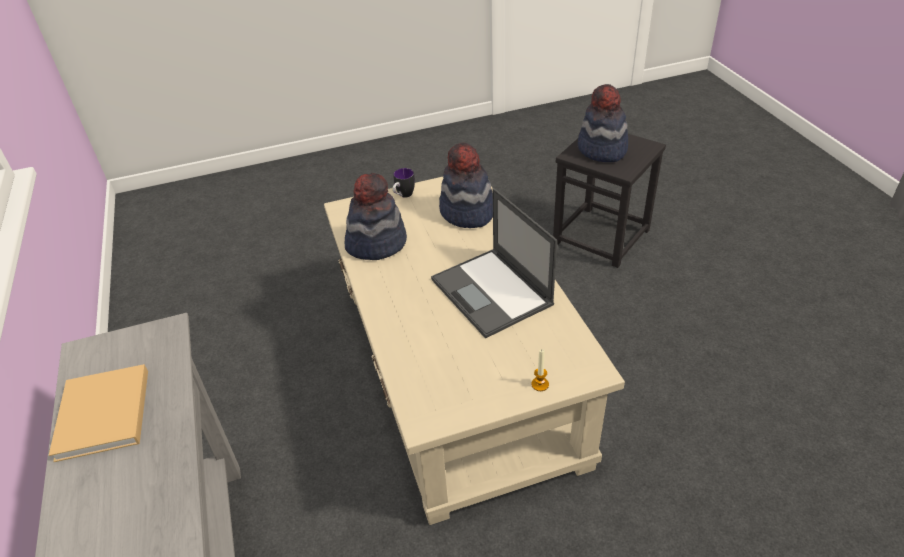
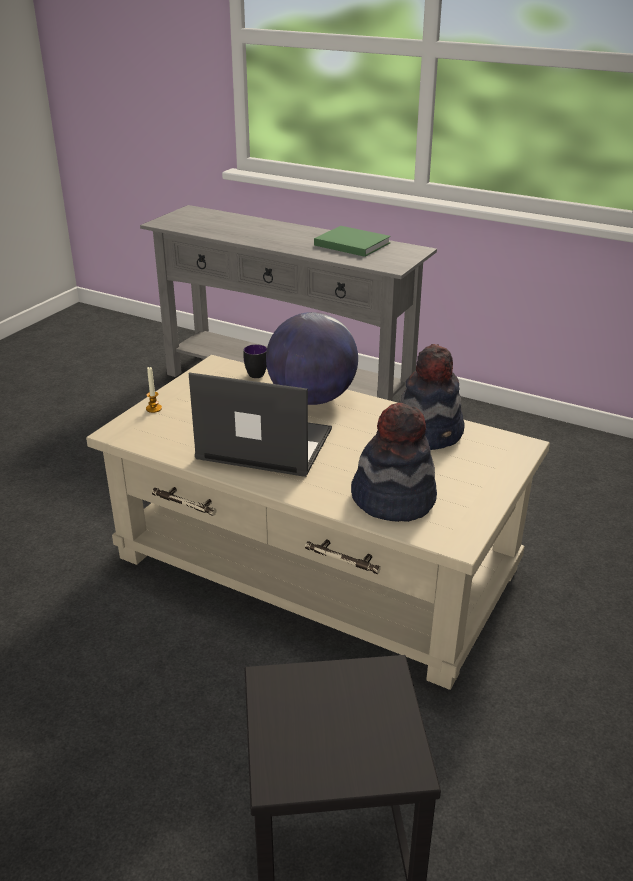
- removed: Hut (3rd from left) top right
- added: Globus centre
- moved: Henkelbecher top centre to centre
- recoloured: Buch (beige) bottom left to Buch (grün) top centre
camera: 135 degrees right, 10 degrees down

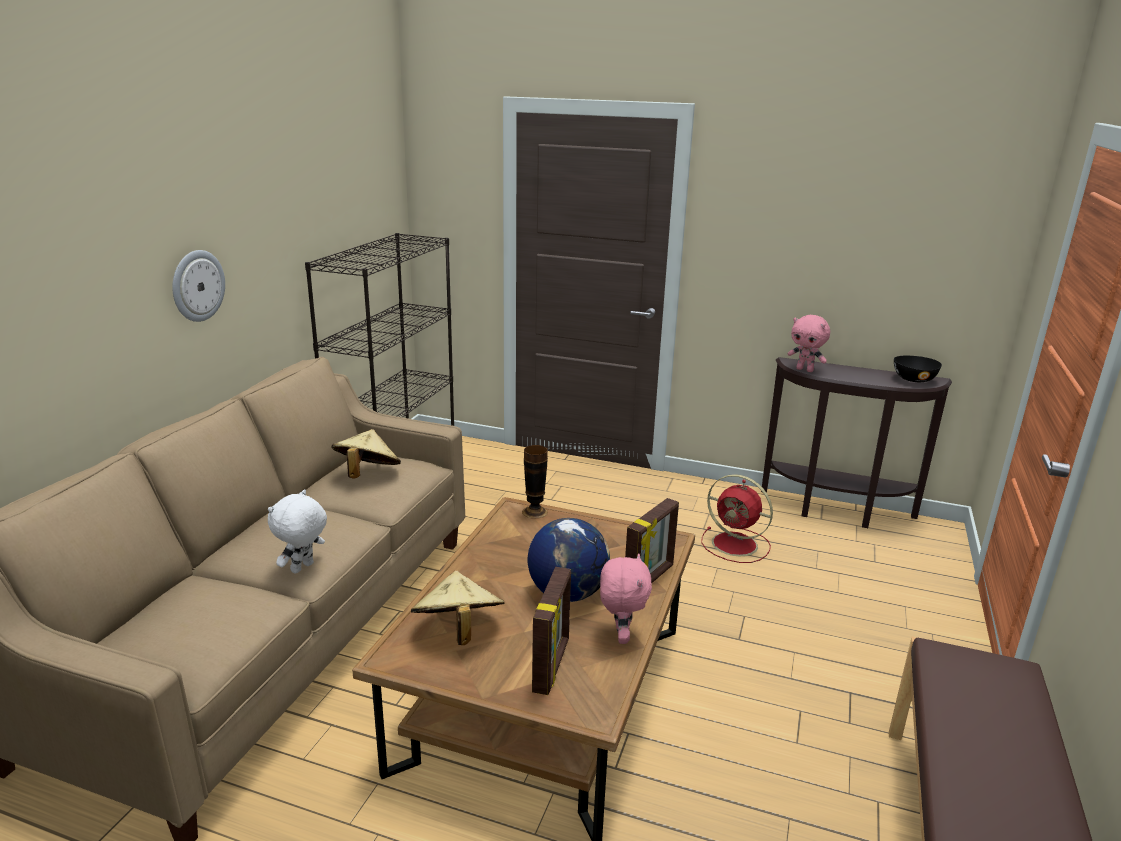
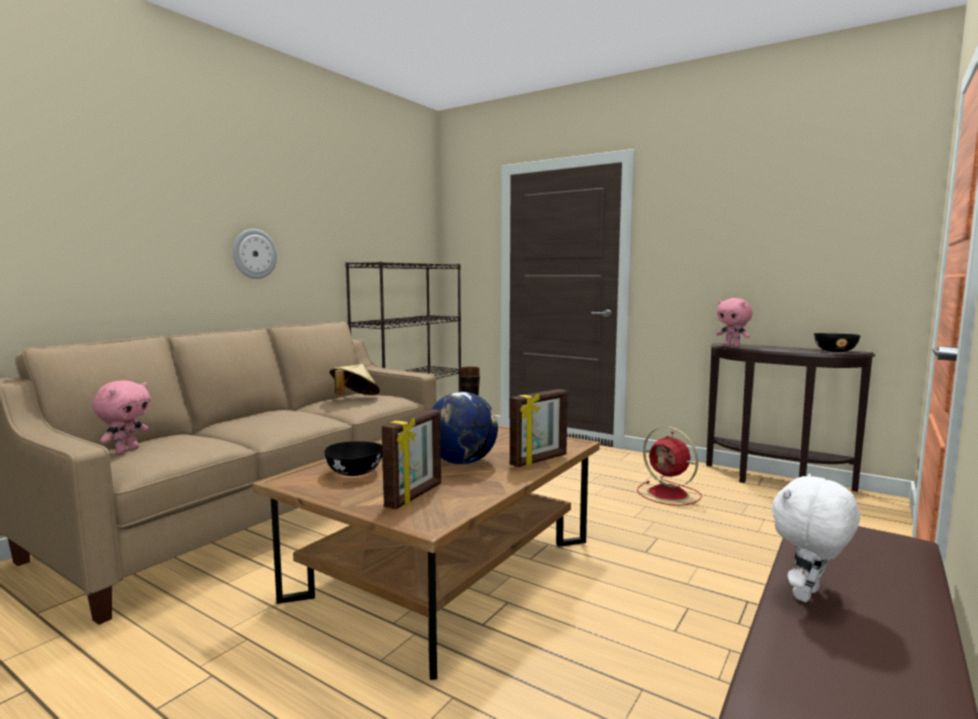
- moved: Plüschtier (weiß) middle left to bottom right
- moved: Plüschtier (rosa) (1st from left) bottom centre to middle left
- replaced: Hut (beige) (2nd from left) bottom centre to Schüssel (schwarz) (1st from left) centre
camera: 15 degrees right, 15 degrees down

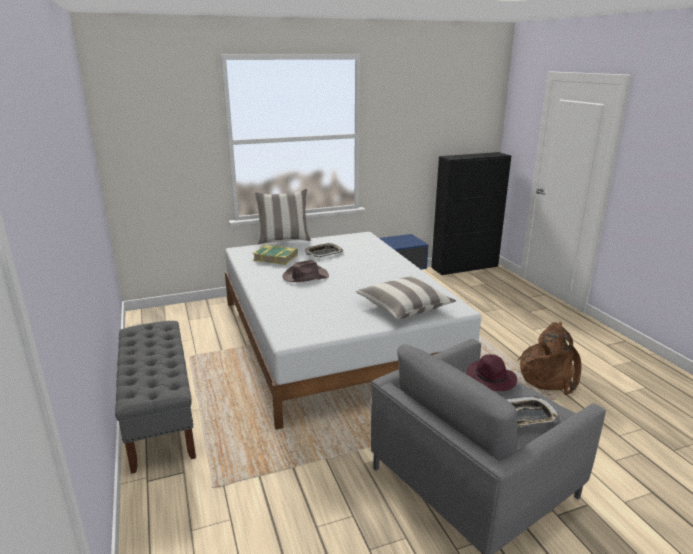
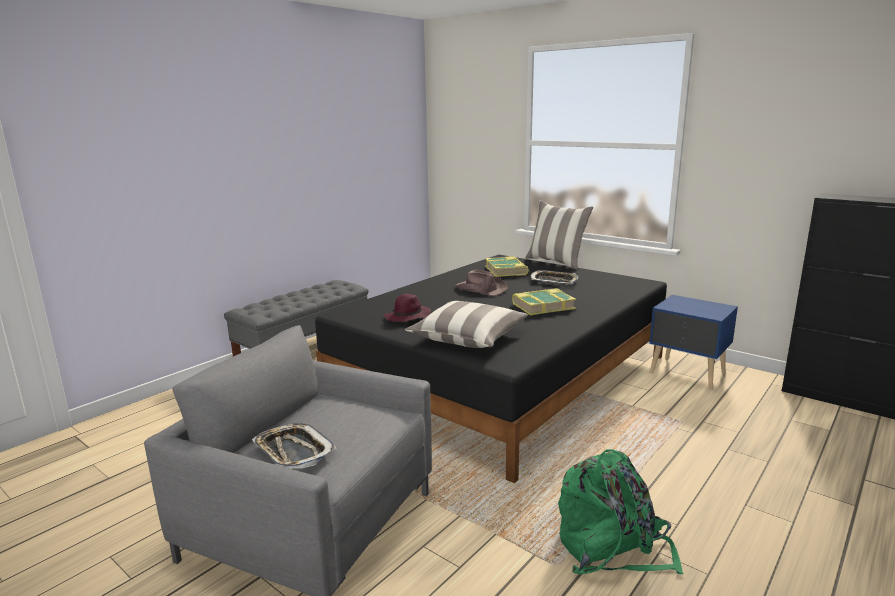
- added: Buch (2nd from left) centre
- moved: Hut (lila) bottom right to centre
- recoloured: Bett (weiß) centre to Bett (schwarz) centre
- recoloured: Rucksack (braun) middle right to Rucksack (grün) bottom right
camera: 60 degrees right, 5 degrees down

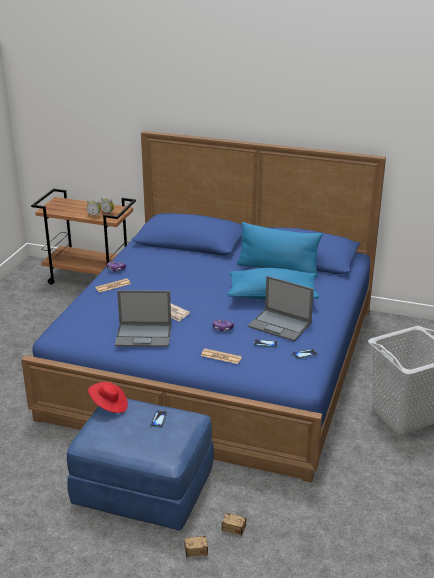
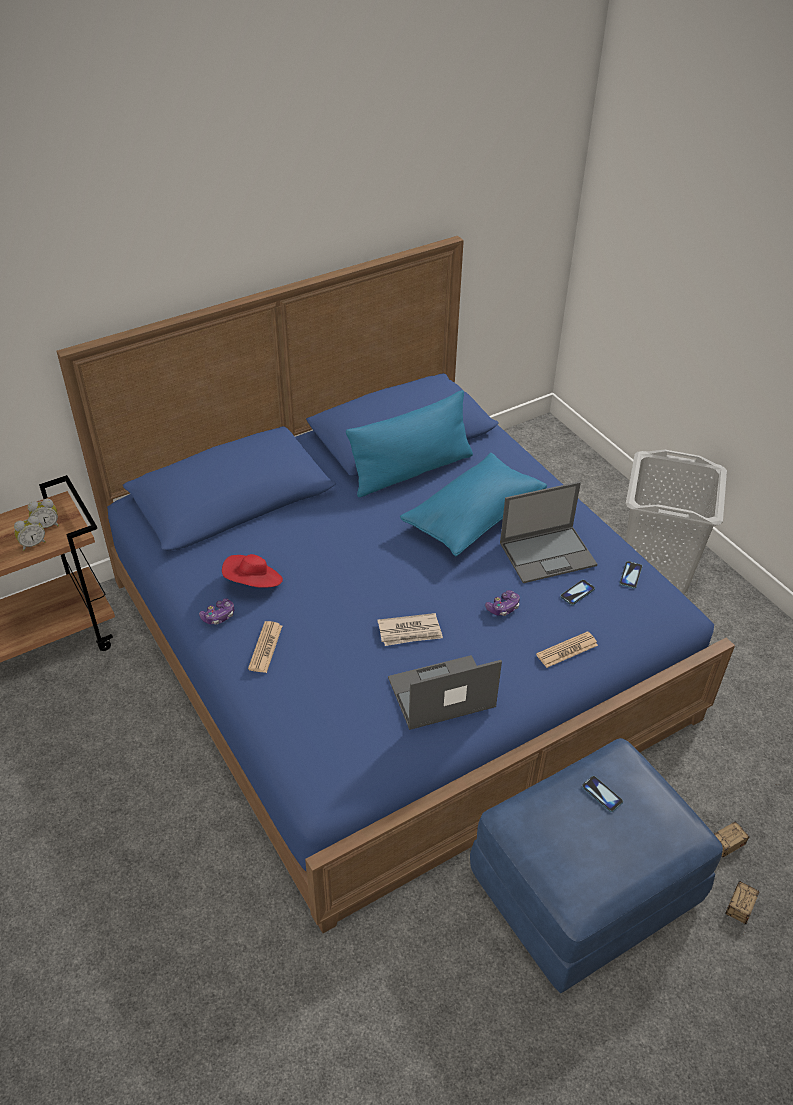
- moved: Hut (rot) bottom left to middle left
- turned: Laptop (1st from left) middle left = centre 150 degrees counterclockwise
camera: 50 degrees left, 15 degrees up

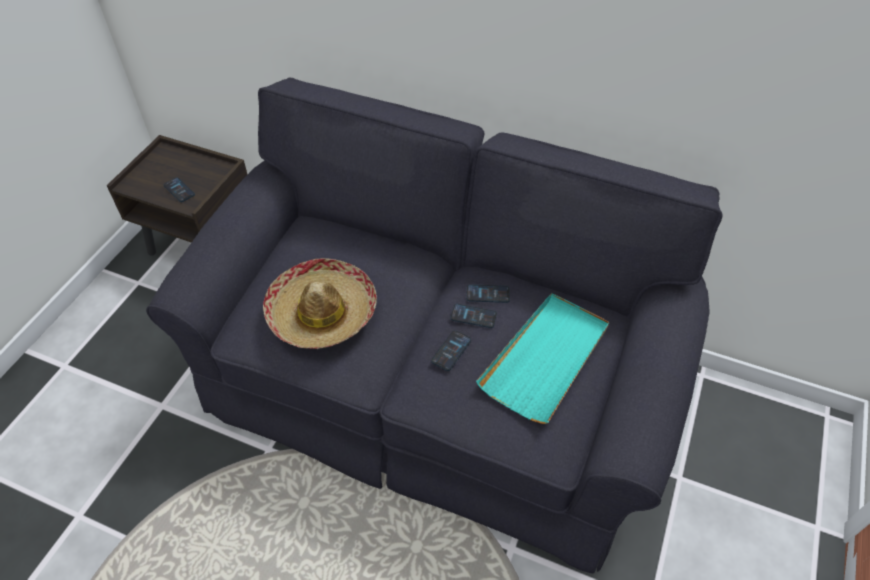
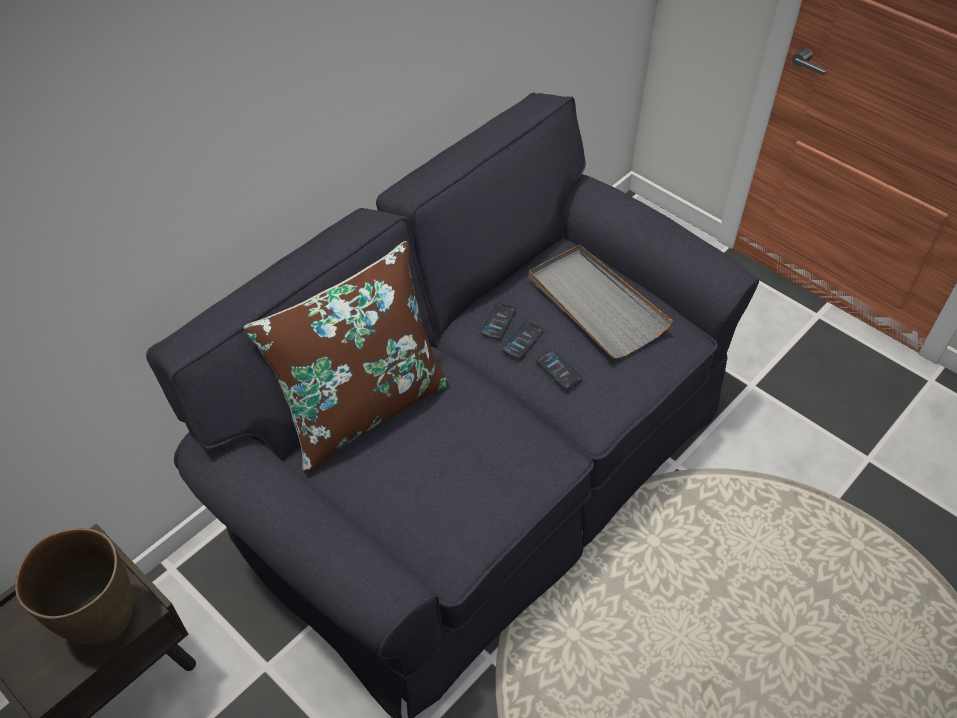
- removed: Hut centre
- added: Kissen (braun) centre
- replaced: Handy (1st from left) top left to Vase (braun) bottom left
- recoloured: Tablett (türkis) centre to Tablett (grau) centre
camera: 70 degrees left, 0 degrees up

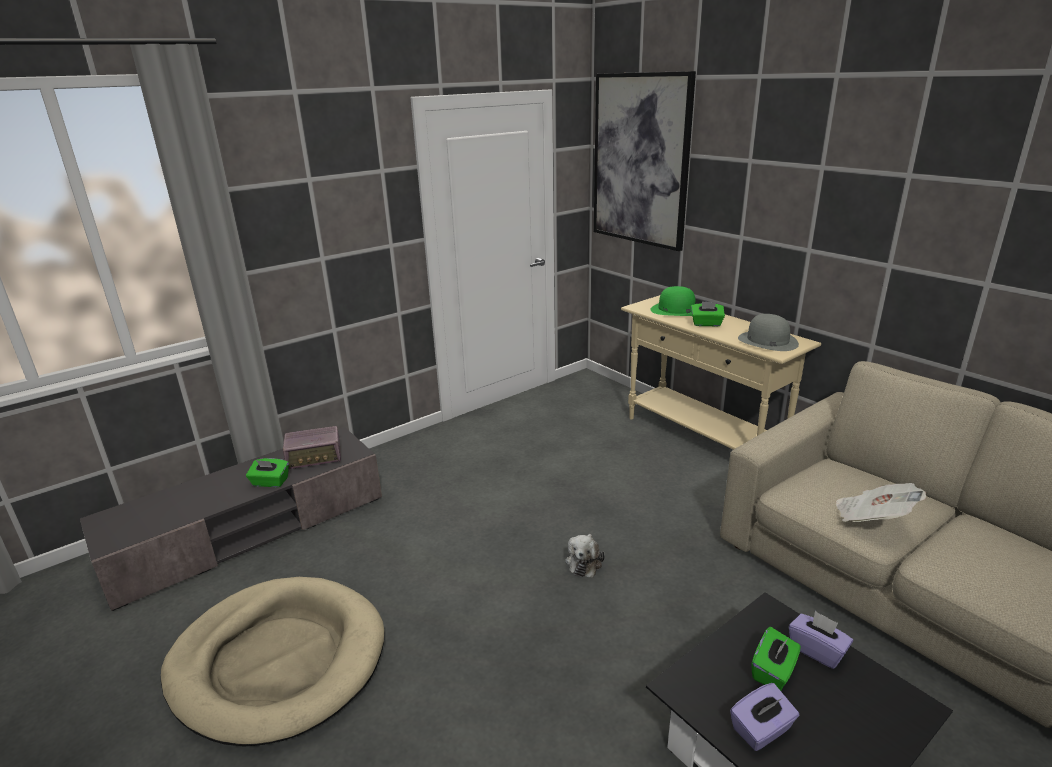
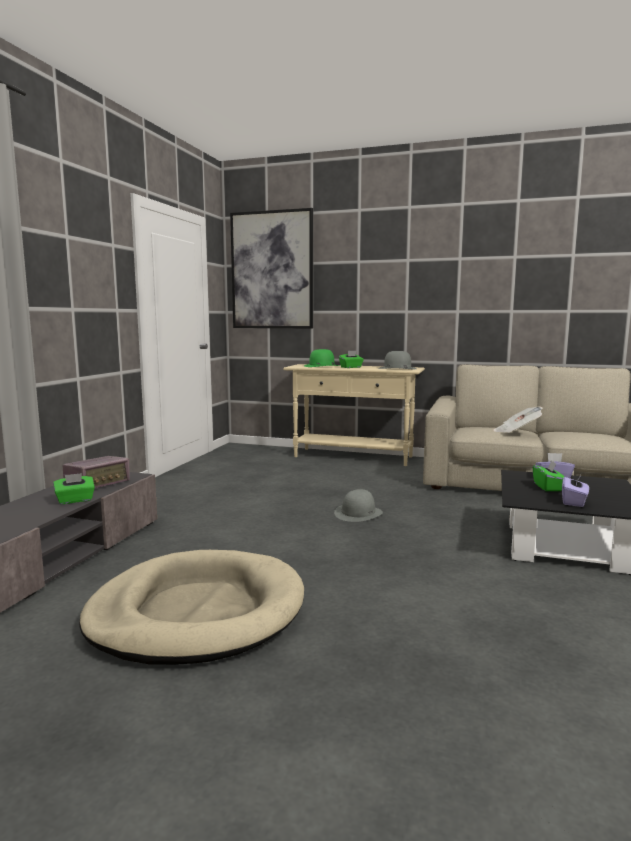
- replaced: Plüschtier bottom centre to Hut (grau) (1st from left) centre
camera: 35 degrees left, 15 degrees down

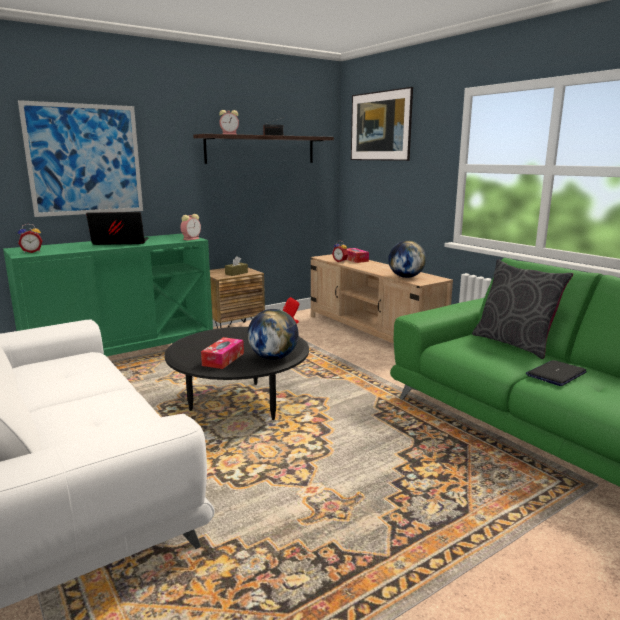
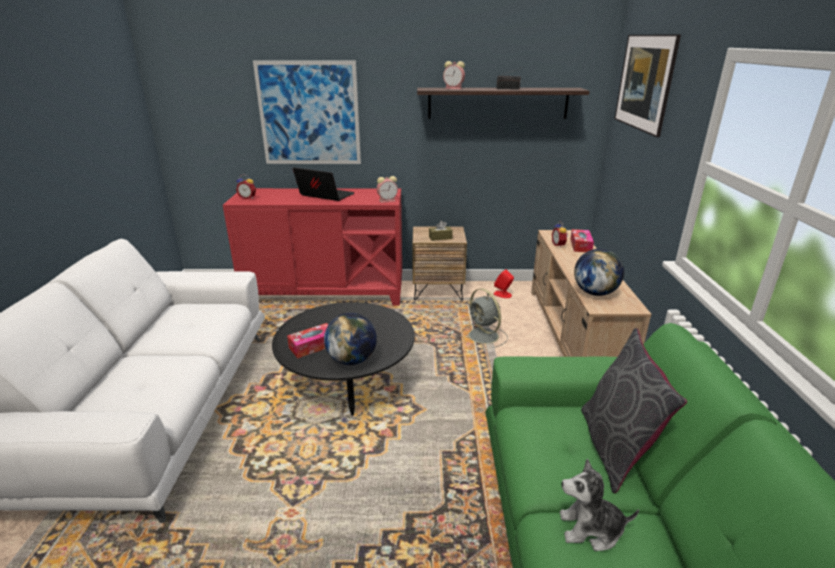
- added: Ventilator (grau) centre
- replaced: Laptop (2nd from left) middle right to Plüschtier bottom right
- recoloured: Schrank (grün) middle left to Schrank (rot) centre
camera: 35 degrees right, 10 degrees up

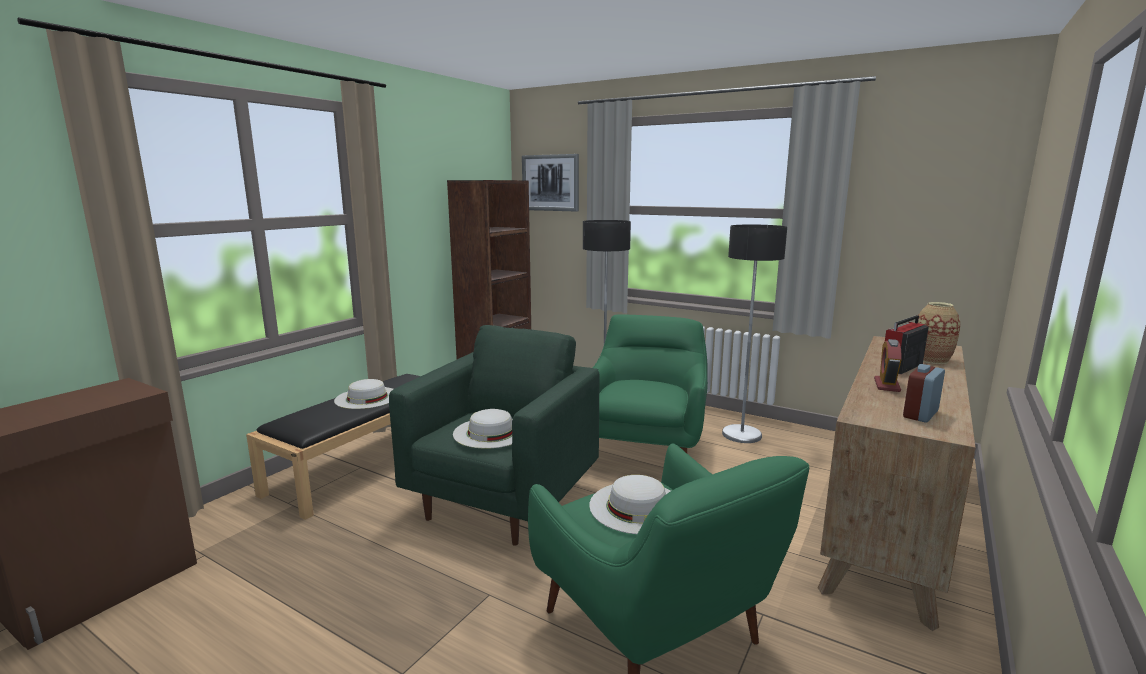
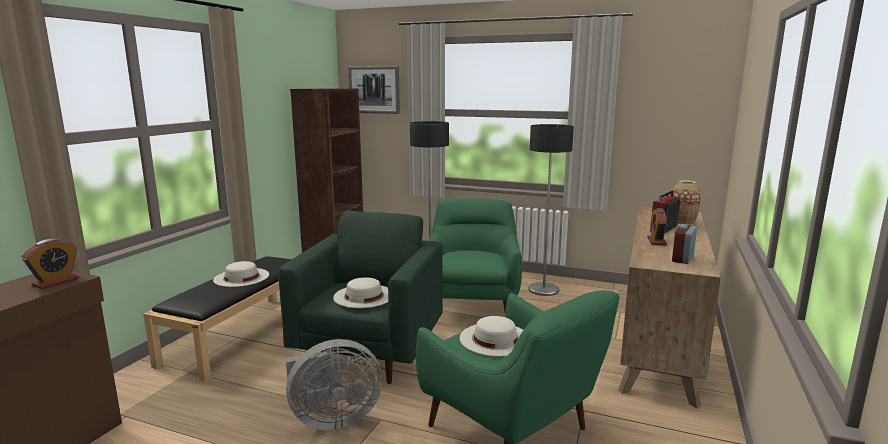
- added: Wecker (1st from left) middle left
- added: Ventilator (grau) bottom centre
camera: 10 degrees left, 0 degrees up

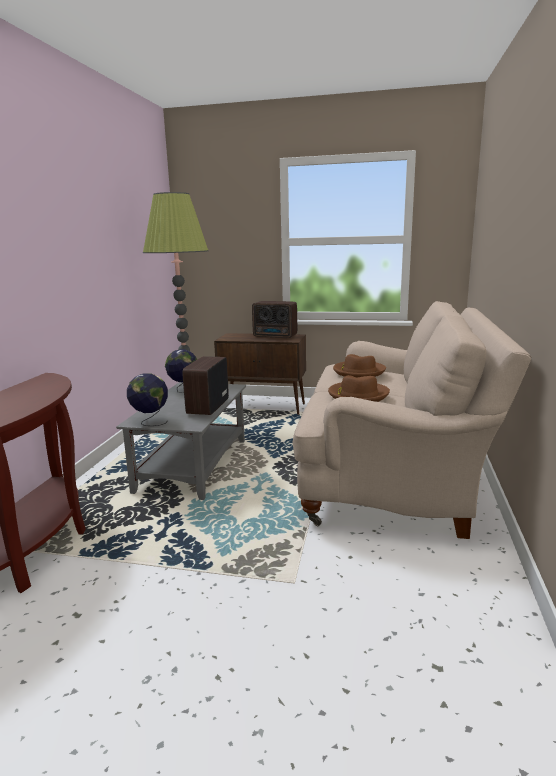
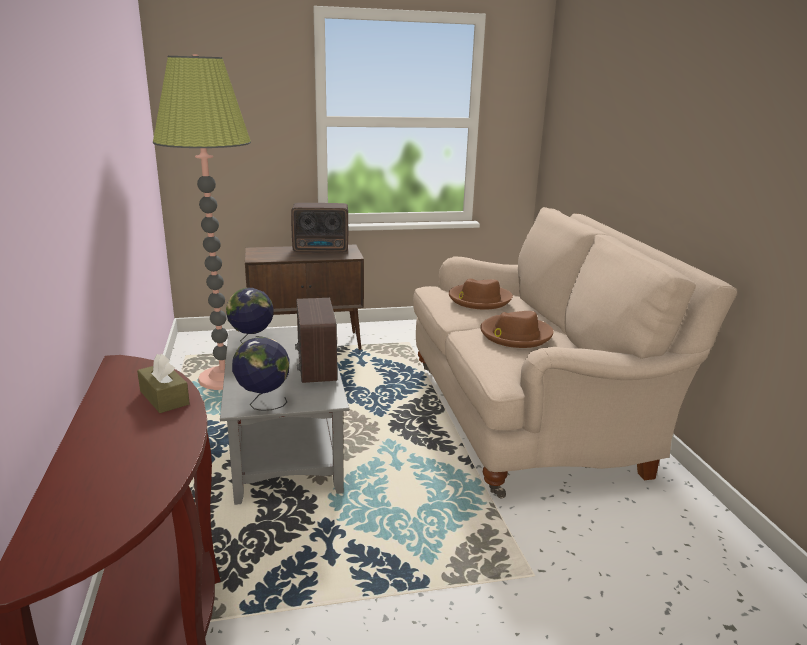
- added: Taschentuchbox (braun) middle left
camera: 25 degrees left, 5 degrees up

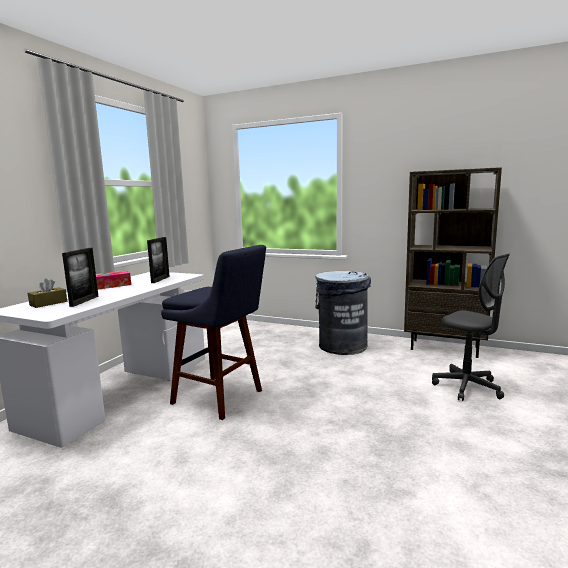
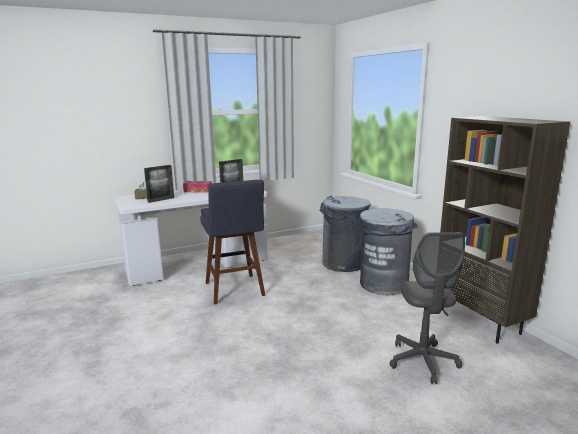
- added: Mülleimer (grau) (1st from left) centre
camera: 40 degrees right, 5 degrees up

